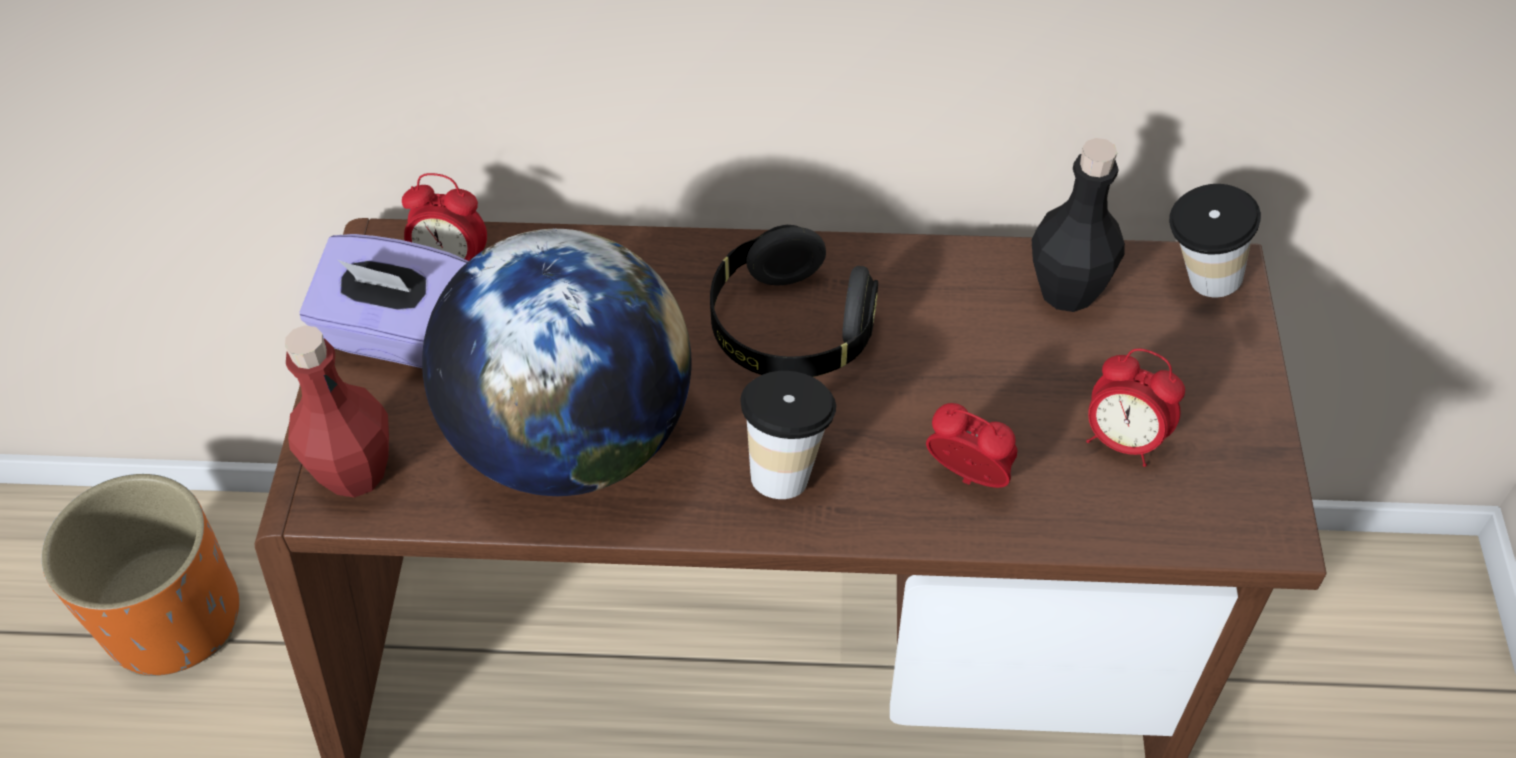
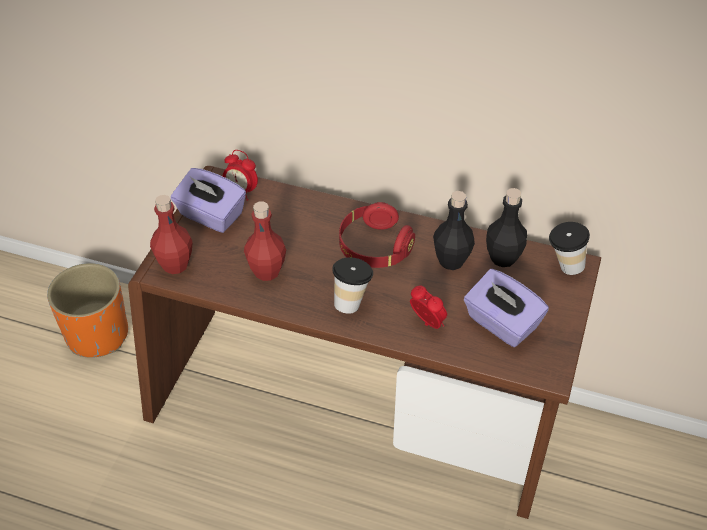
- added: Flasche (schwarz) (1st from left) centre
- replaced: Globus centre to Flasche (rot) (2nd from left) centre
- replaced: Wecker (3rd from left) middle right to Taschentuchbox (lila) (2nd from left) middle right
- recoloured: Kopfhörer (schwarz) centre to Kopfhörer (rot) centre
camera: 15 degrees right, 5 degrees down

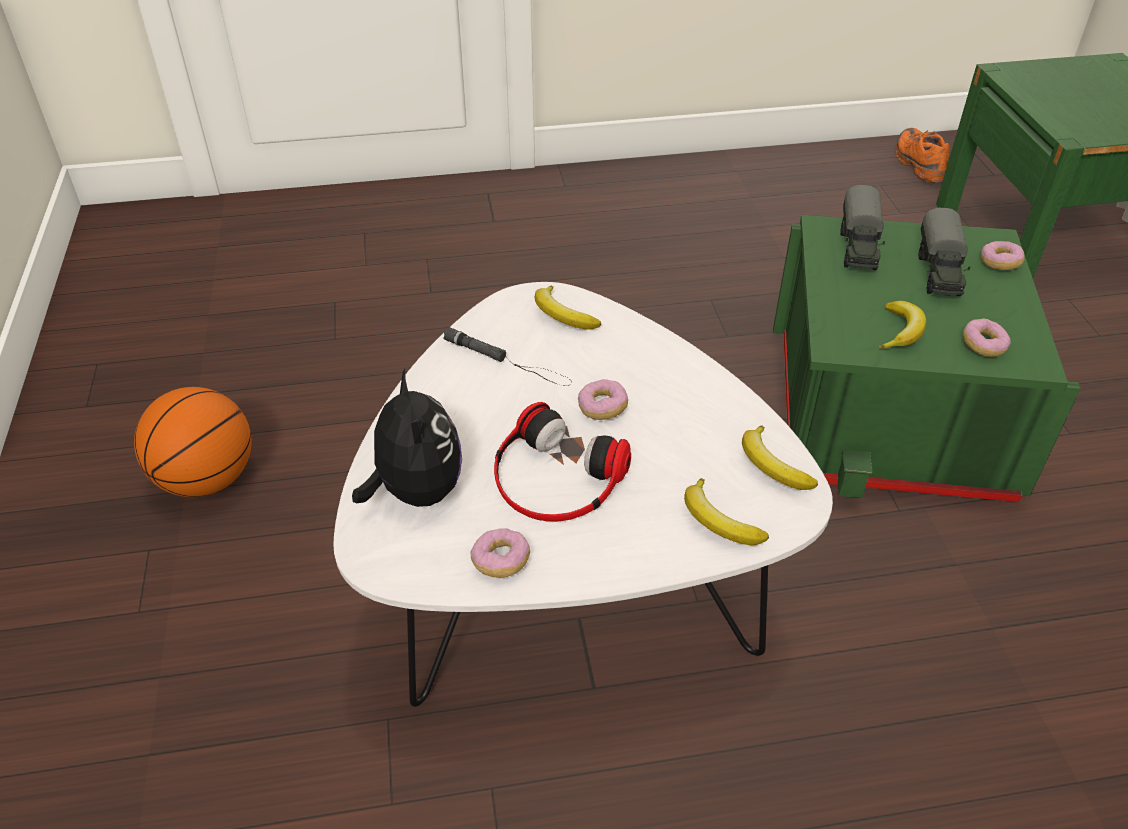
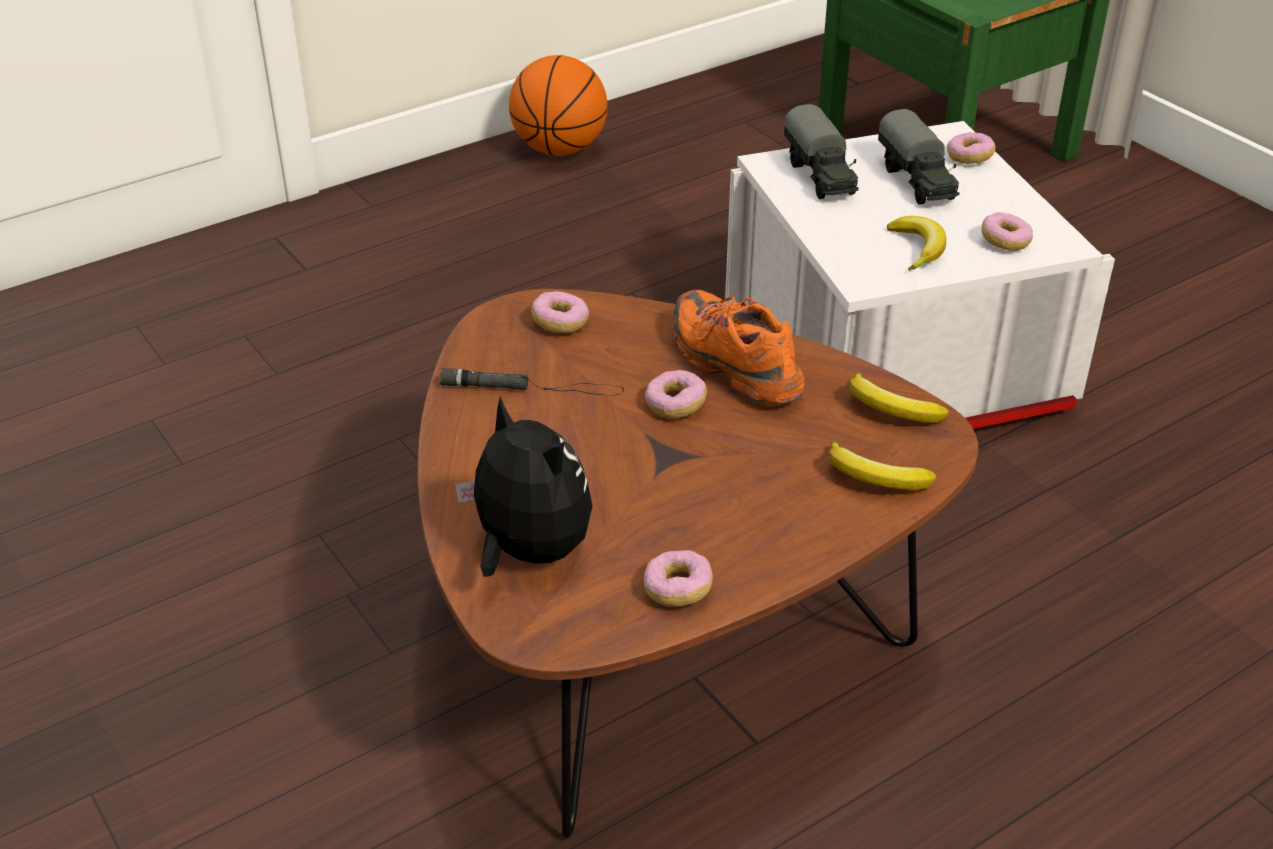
- removed: Kopfhörer centre
- moved: Basketball middle left to top centre
- moved: Schuh (orange) top right to centre
- replaced: Banane (1st from left) centre to Donut (1st from left) centre
- recoloured: Couchtisch (weiß) centre to Couchtisch (braun) centre
- recoloured: Aufbewahrungsbox (grün) middle right to Aufbewahrungsbox (weiß) top right
camera: 25 degrees left, 5 degrees down

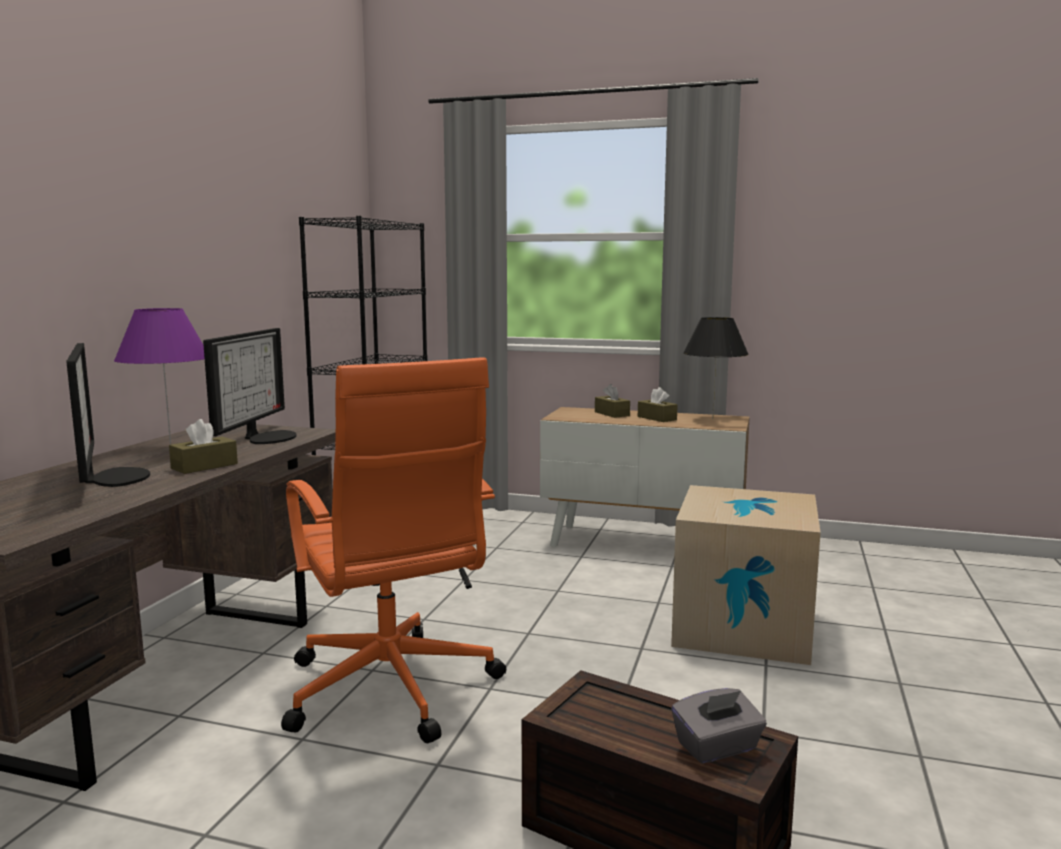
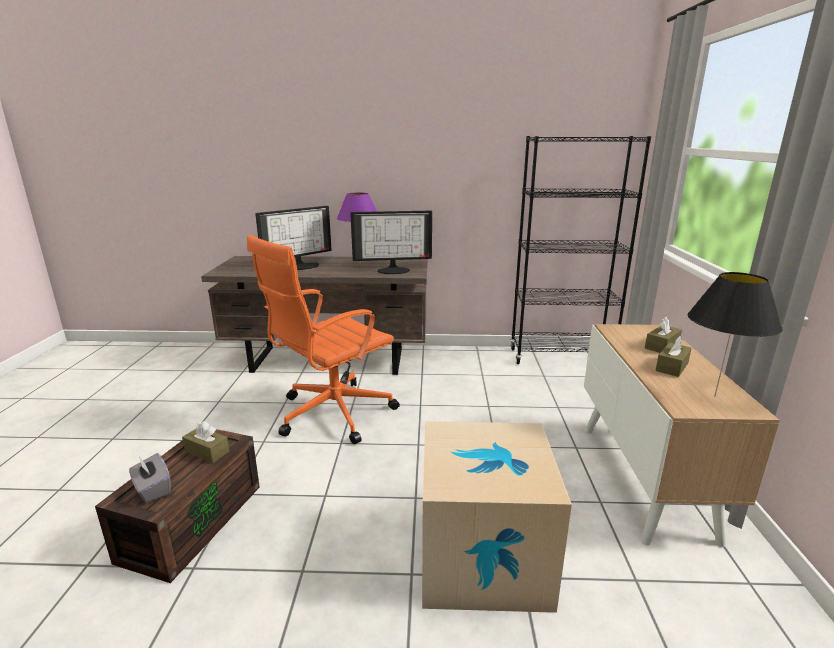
- moved: Taschentuchbox (braun) (1st from left) middle left to bottom left
camera: 75 degrees right, 10 degrees up

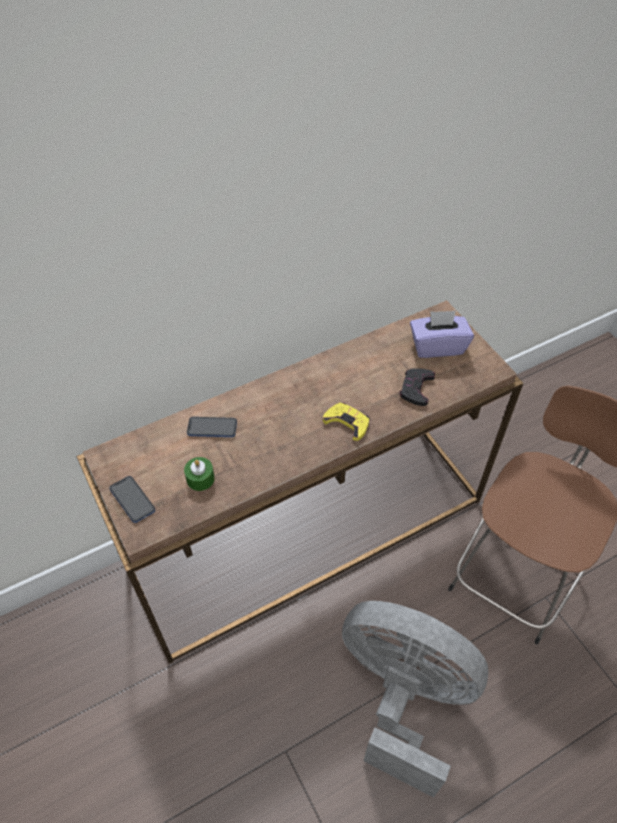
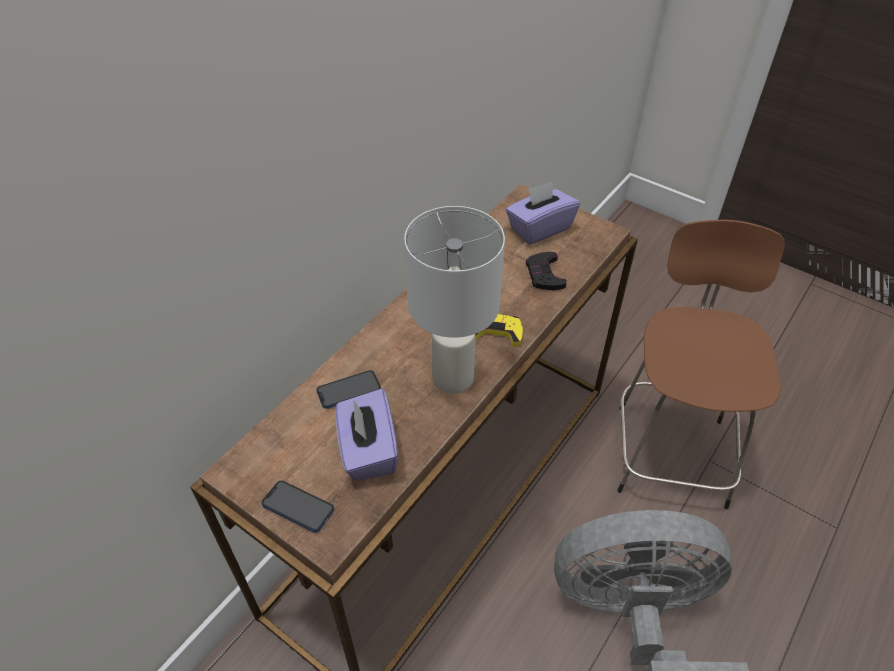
- added: Tischlampe (weiß) centre
- replaced: Kerze (grün) middle left to Taschentuchbox (lila) (1st from left) centre
camera: 25 degrees left, 5 degrees down

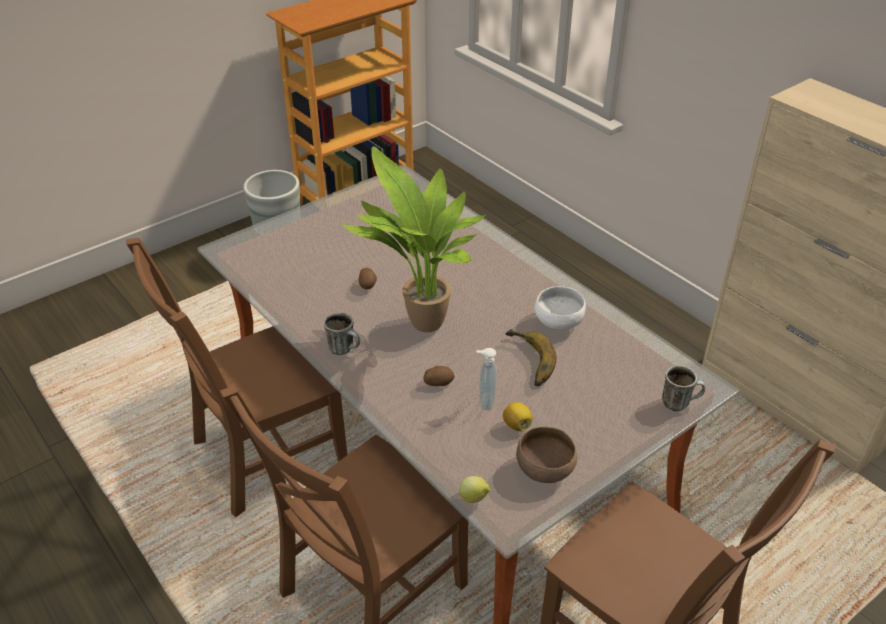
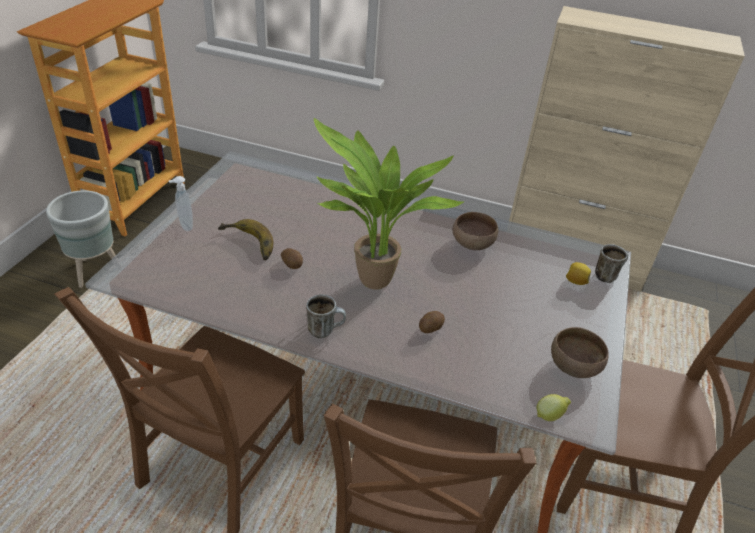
- moved: Seifenspender centre to middle left
- moved: Zitrone (2nd from left) bottom centre to middle right
- moved: Banane centre to middle left
- recoloured: Schüssel (weiß) centre to Schüssel (braun) (1st from left) centre
camera: 35 degrees left, 0 degrees up

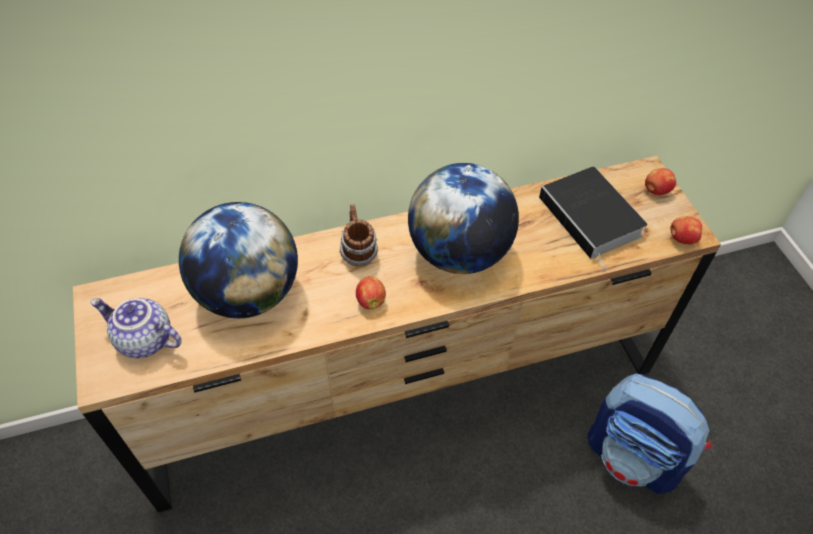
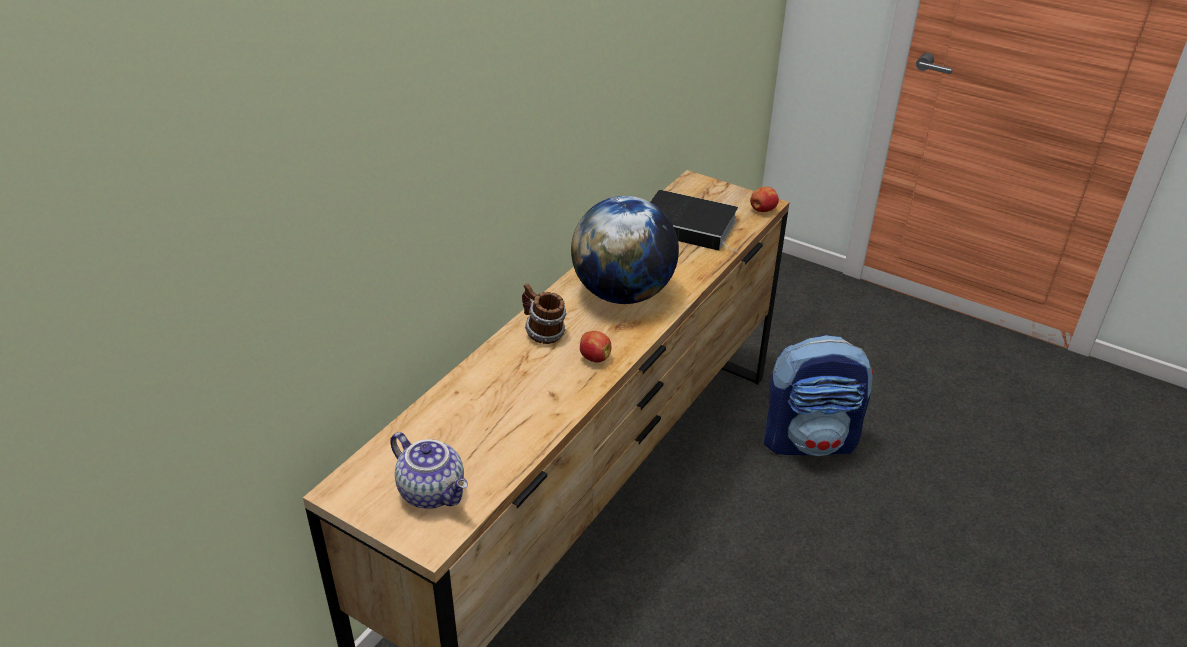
- removed: Globus (1st from left) middle left
- removed: Apfel (2nd from left) middle right
- turned: Teekanne middle left = bottom centre 120 degrees counterclockwise
camera: 40 degrees left, 15 degrees down

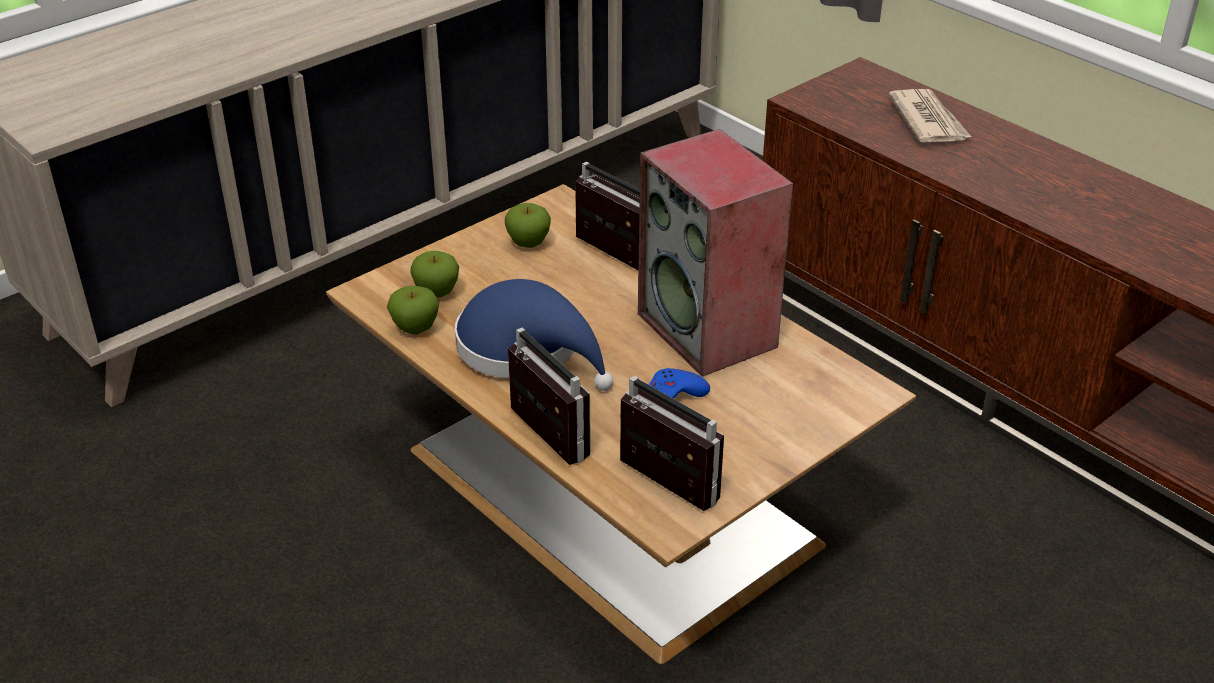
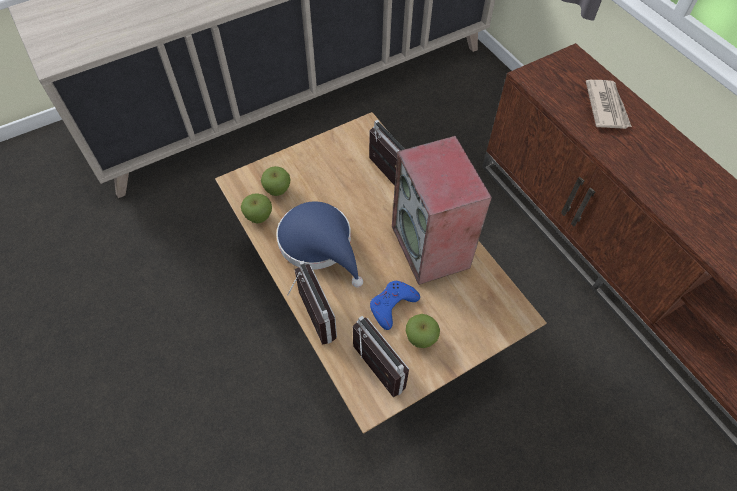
- moved: Apfel (3rd from left) top centre to bottom centre
camera: 10 degrees right, 20 degrees up

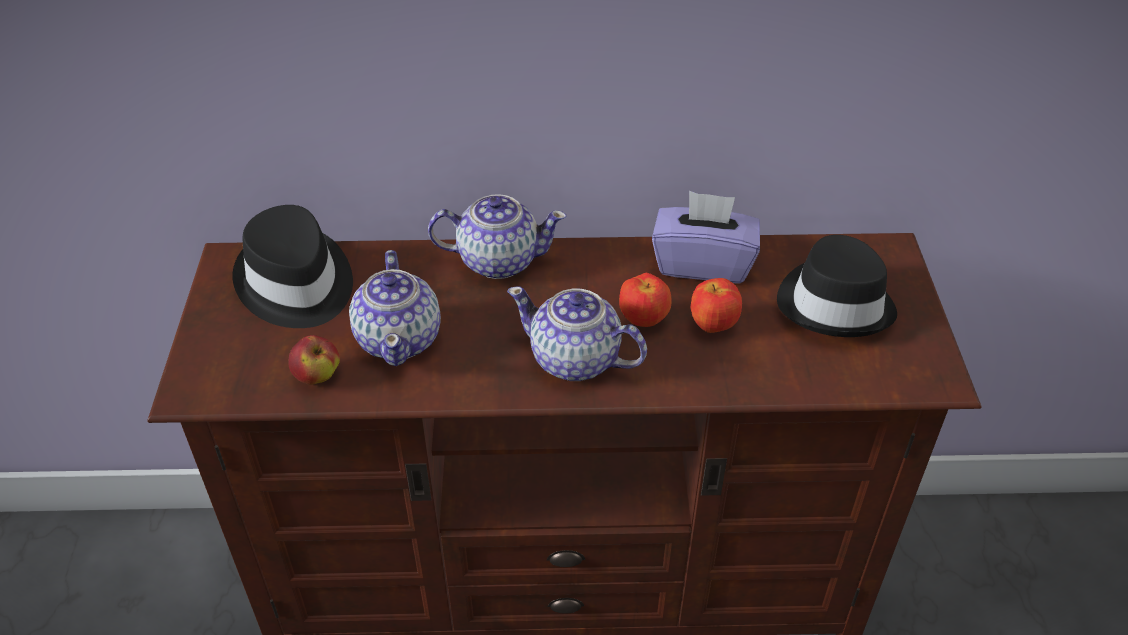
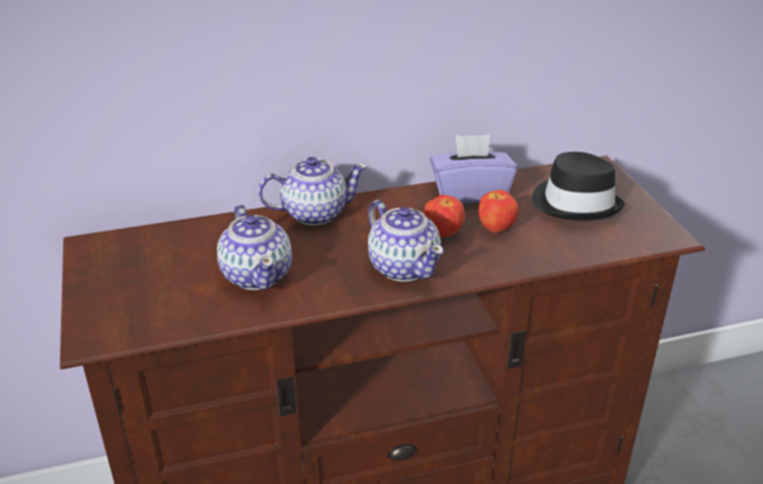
- removed: Hut (schwarz) (1st from left) middle left
- removed: Apfel (1st from left) middle left
- turned: Teekanne (3rd from left) centre = centre 135 degrees counterclockwise
camera: 15 degrees left, 10 degrees down

